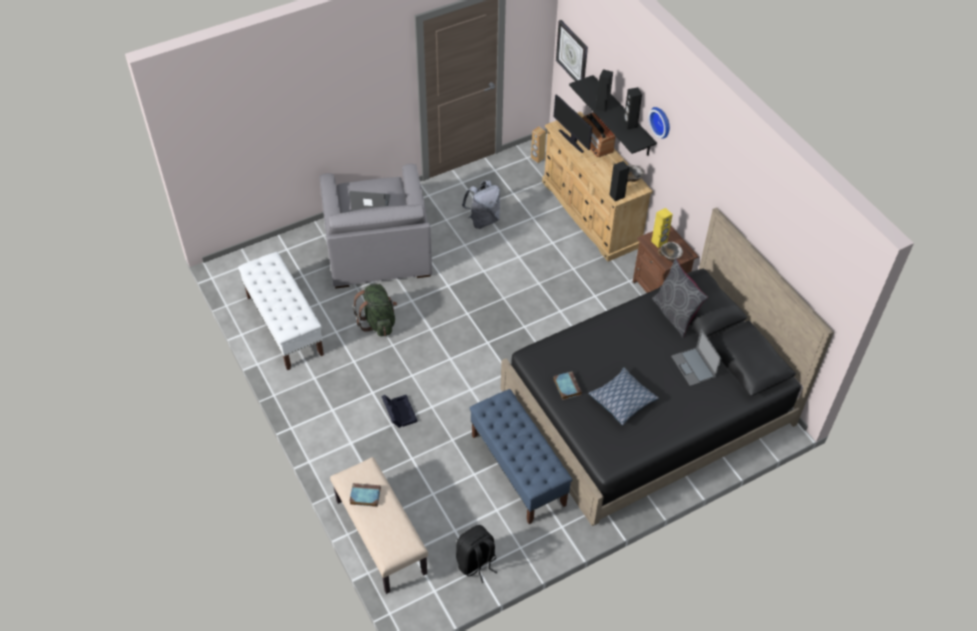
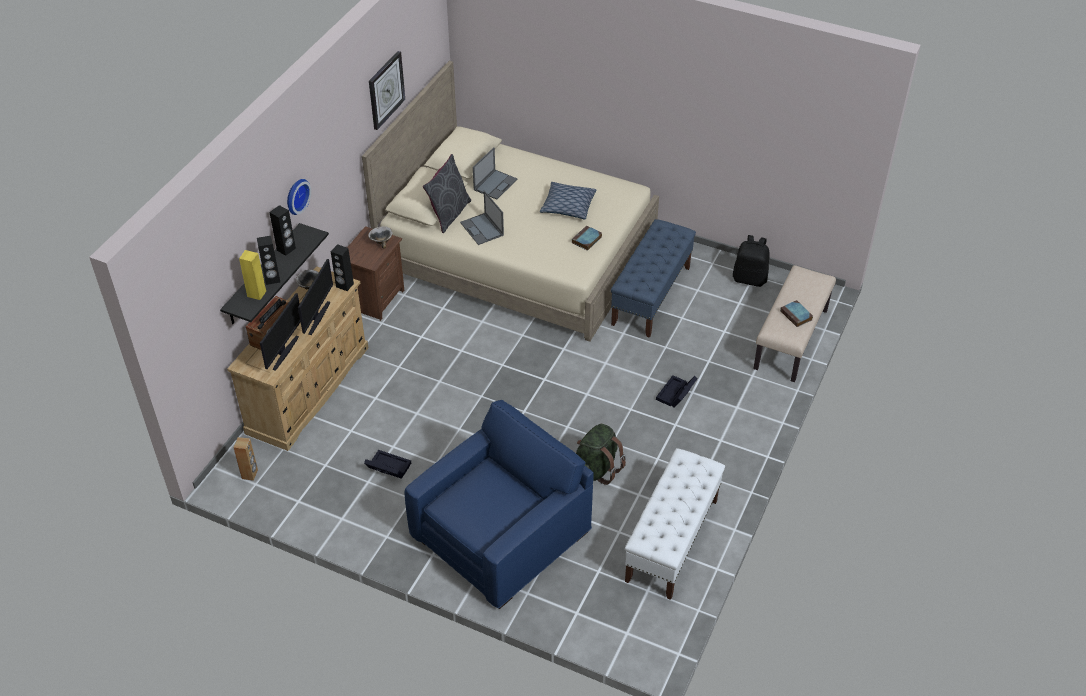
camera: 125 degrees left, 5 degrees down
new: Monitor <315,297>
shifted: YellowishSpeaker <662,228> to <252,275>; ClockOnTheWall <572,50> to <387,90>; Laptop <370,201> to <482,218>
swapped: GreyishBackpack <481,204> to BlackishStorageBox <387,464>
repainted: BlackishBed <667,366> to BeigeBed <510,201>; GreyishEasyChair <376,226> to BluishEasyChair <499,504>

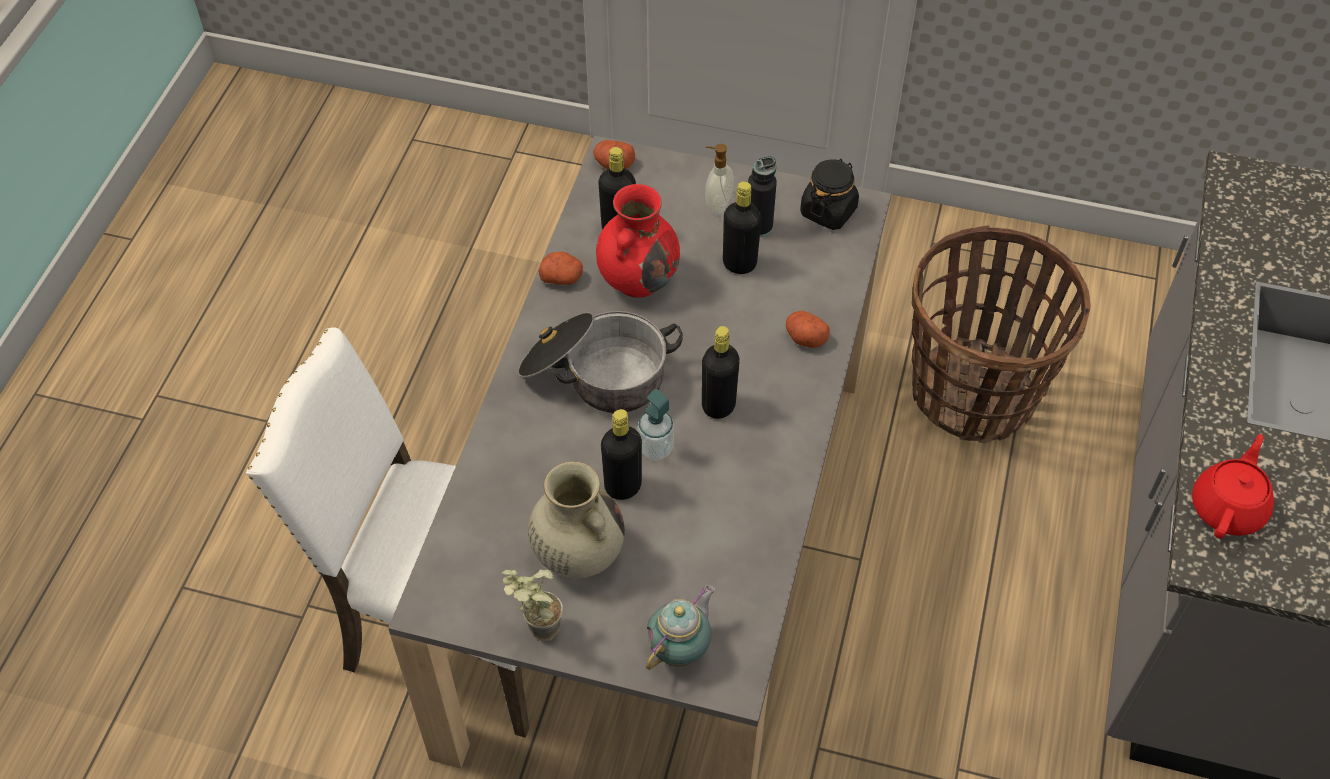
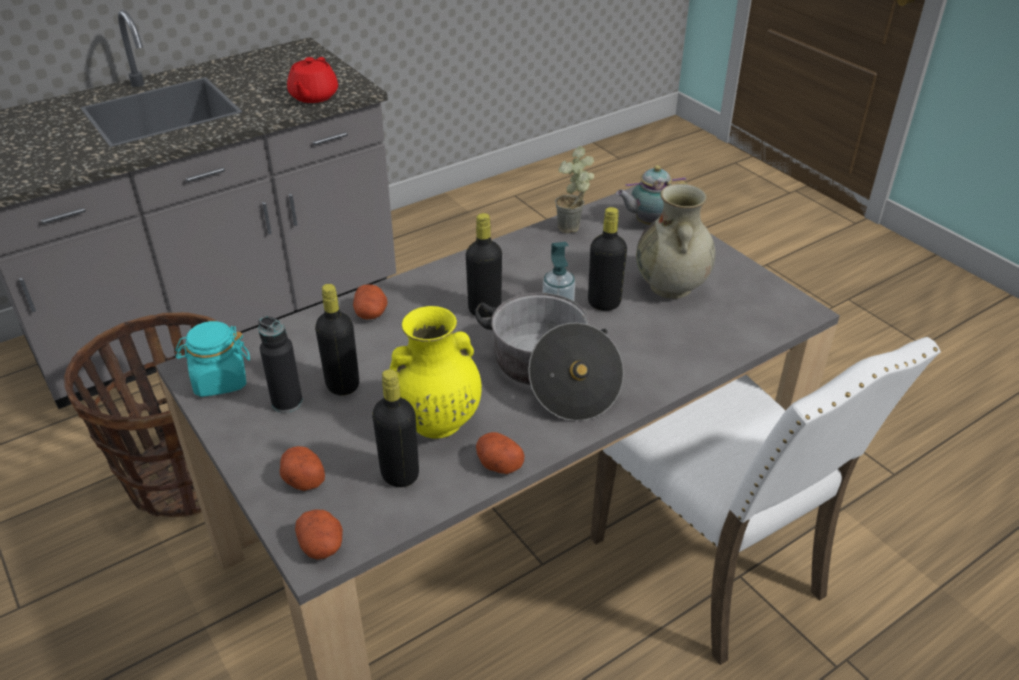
camera: 140 degrees left, 15 degrees down
gone: SoapBottle <719,179>
new: Potato <302,468>
shifted: PlantInAPot <532,605> to <574,189>
repainted: BlackishPreserveJar <829,194> to BlueGreenPreserveJar <213,359>; RedColouredFlowerVase <638,241> to YellowishFlowerVase <436,372>
rotated: RedColouredTeapot <1233,486> = <312,80> 60 degrees counterclockwise

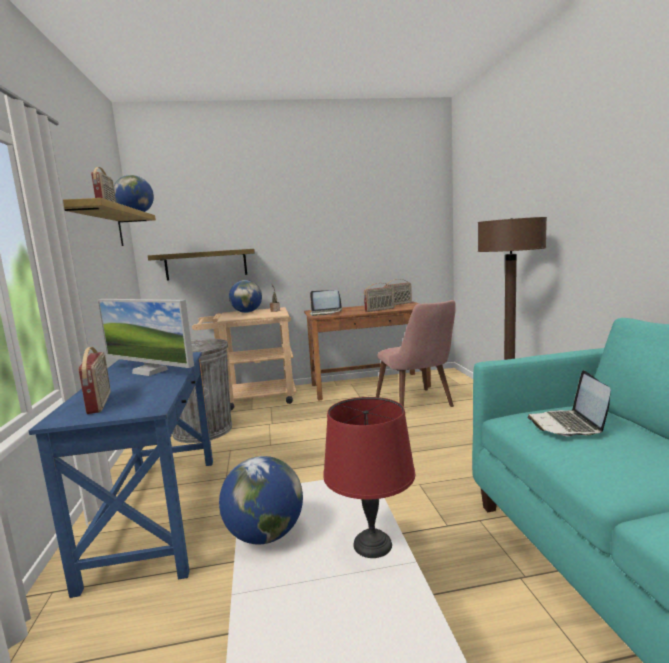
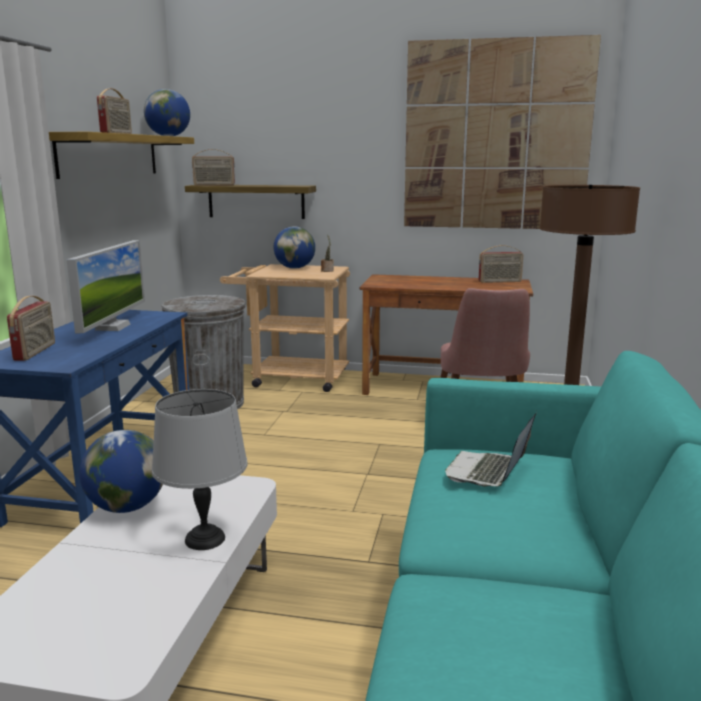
camera: 20 degrees right, 5 degrees up
gone: Laptop <326,303>
new: WallArt <502,132>
shifted: RadioSet <379,297> to <213,167>
repainted: RedColouredTabletopLamp <369,477> to GreyishTabletopLamp <200,469>
rotated: Monitor <145,337> = <105,286> 135 degrees counterclockwise

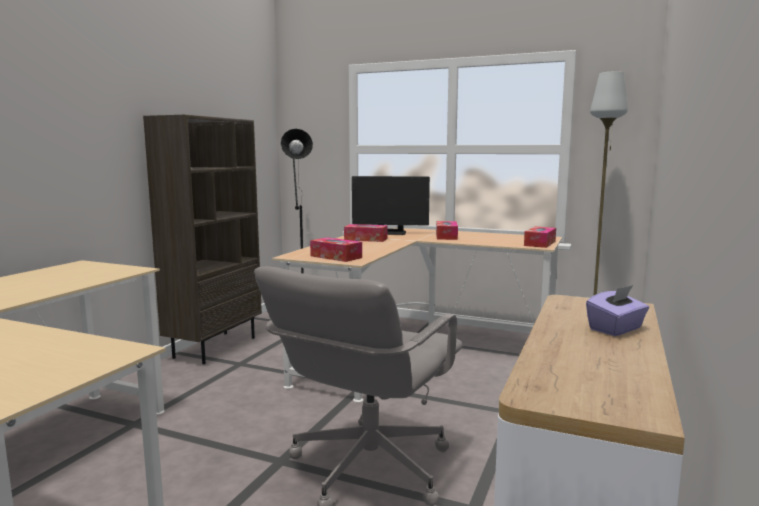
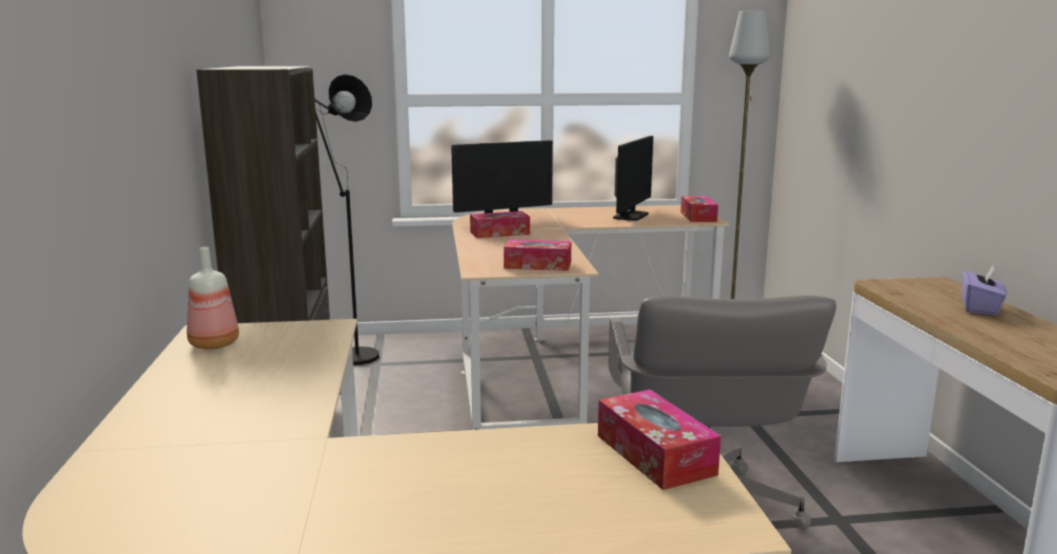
camera: 30 degrees left, 5 degrees up
new: Bottle <213,298>; Monitor <633,178>
shifted: TissueBox <447,230> to <659,440>

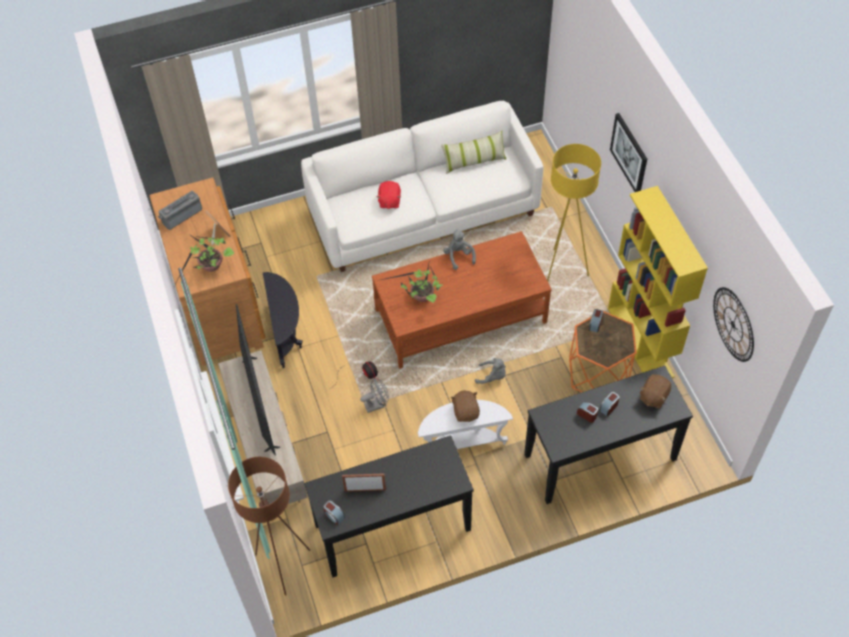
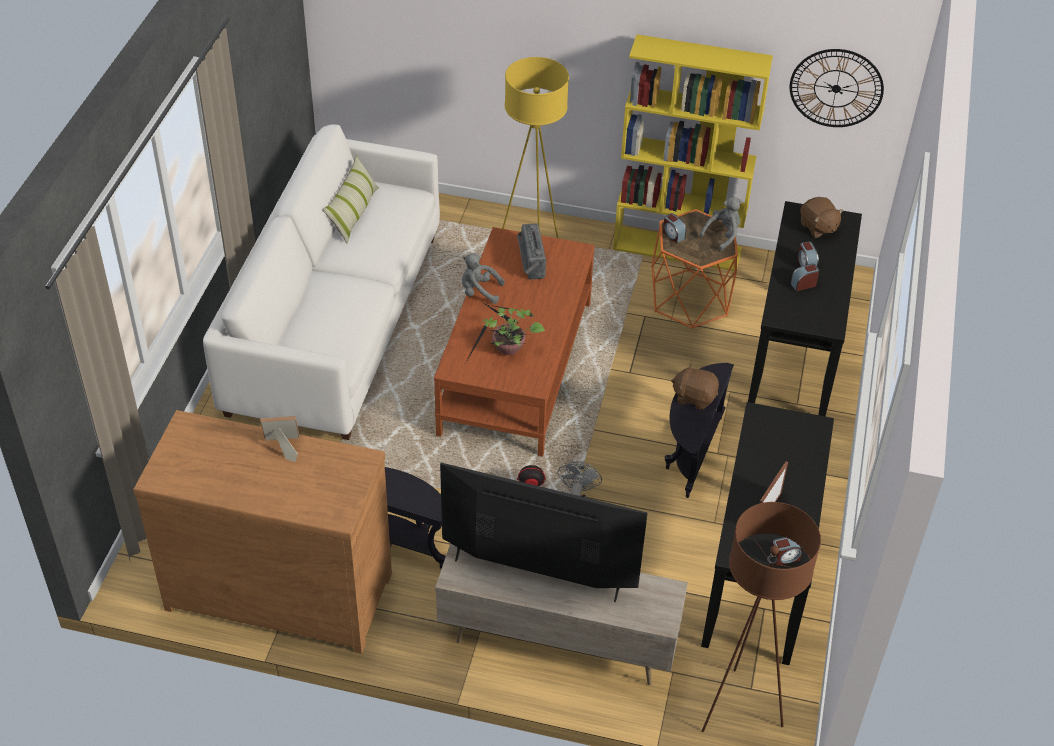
camera: 60 degrees left, 10 degrees down
gone: PlantInAPot <206,258>; RedColouredPlushToy <389,195>; WallArt <628,152>
shifted: RadioSet <180,210> to <531,251>; GreyishPlushToy <490,371> to <721,223>
repainted: WhiteColouredEndTable <465,424> to BlackishEndTable <699,430>

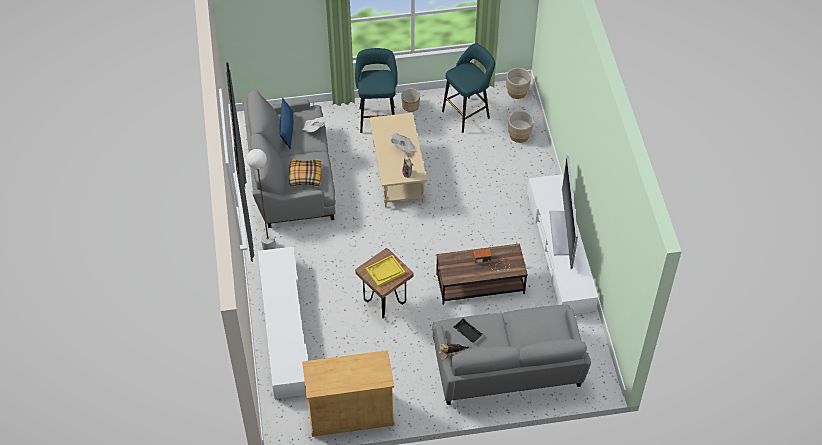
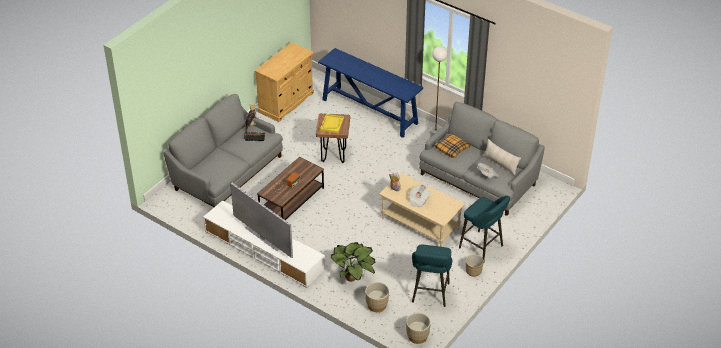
camera: 135 degrees right, 10 degrees down
new: PlantInAPot <353,262>
swapped: WhiteColouredMediaConsole <283,323> to BluishHallTable <370,93>
repainted: BluishThrowPillow <286,123> to BeigeThrowPillow <502,157>

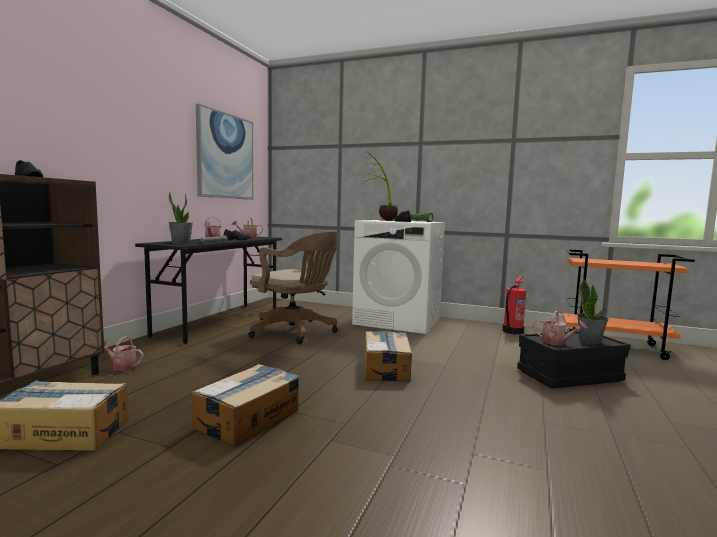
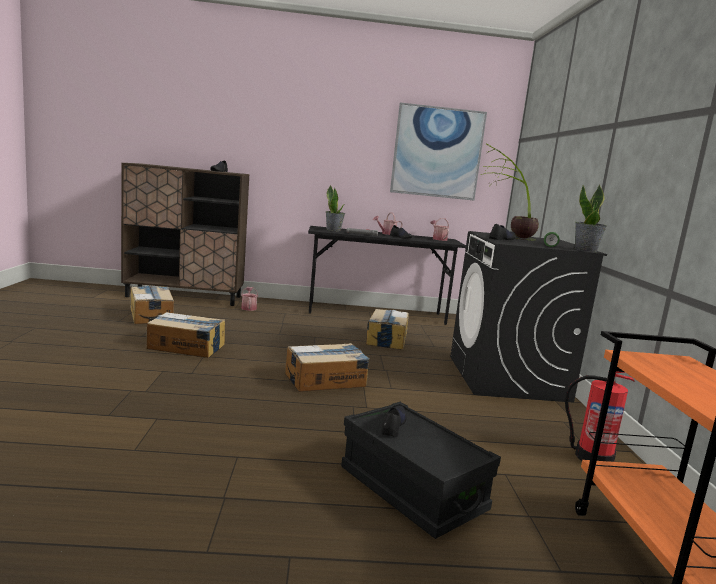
camera: 65 degrees right, 5 degrees up
shifted: PlantInAPot <593,312> to <590,218>
swapped: BrownishDeskChair <293,287> to Carton <387,329>; WateringCan <560,328> to BlackishItemOfFootwear <394,421>
repainted: WhiteColouredLaundryAppliance <398,277> to BlackishLaundryAppliance <528,317>

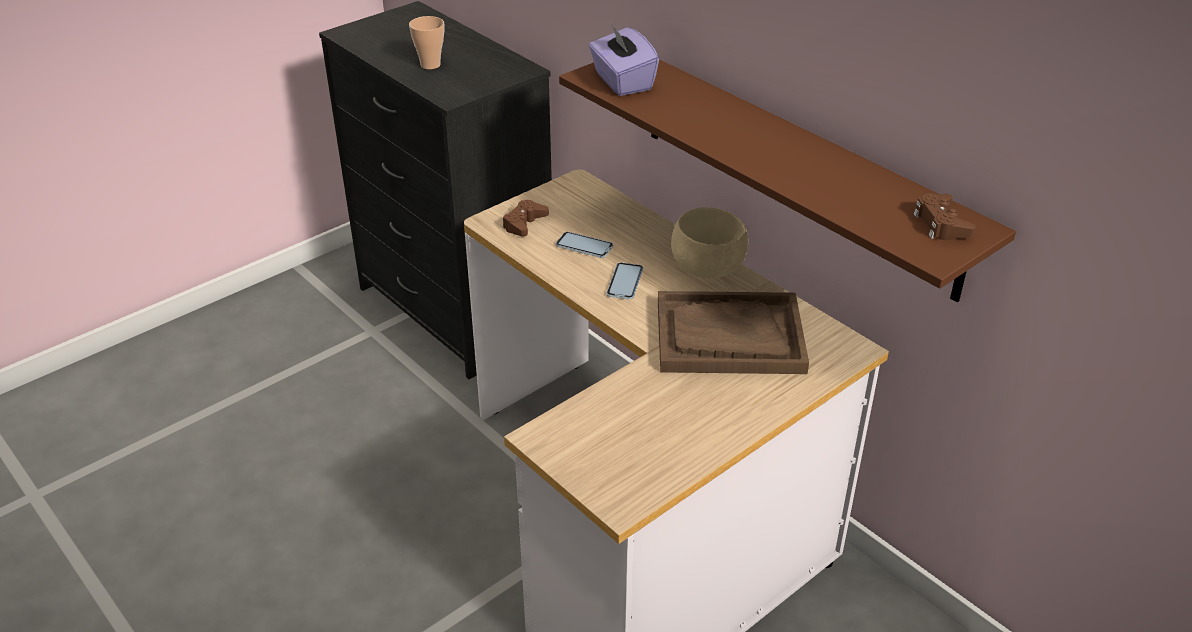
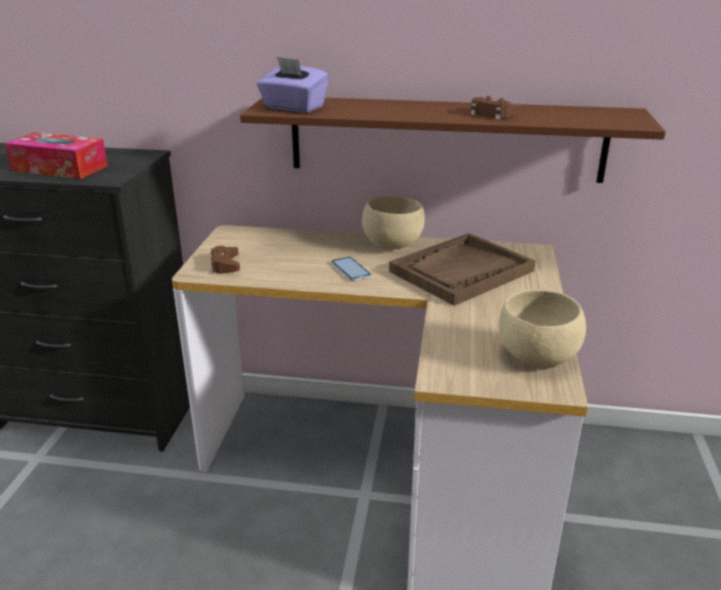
camera: 40 degrees left, 10 degrees down
gone: Handset <584,245>
new: BeigeBowl <542,328>
shifted: BrownishGamepad <945,216> to <496,108>
swapped: DrinkingCup <426,42> to TissueBox <56,155>

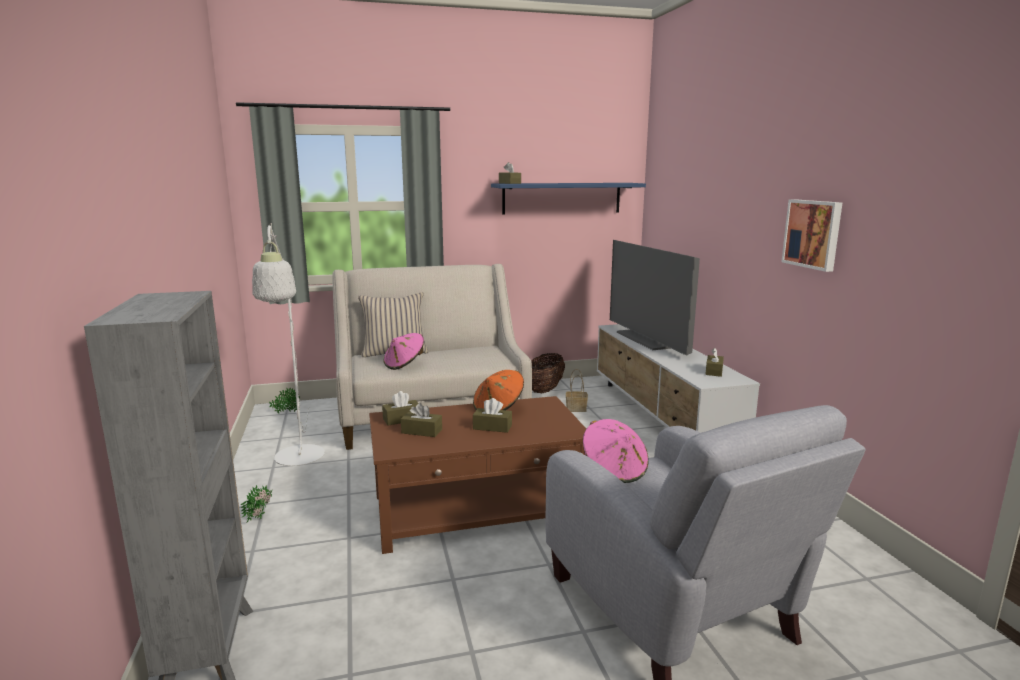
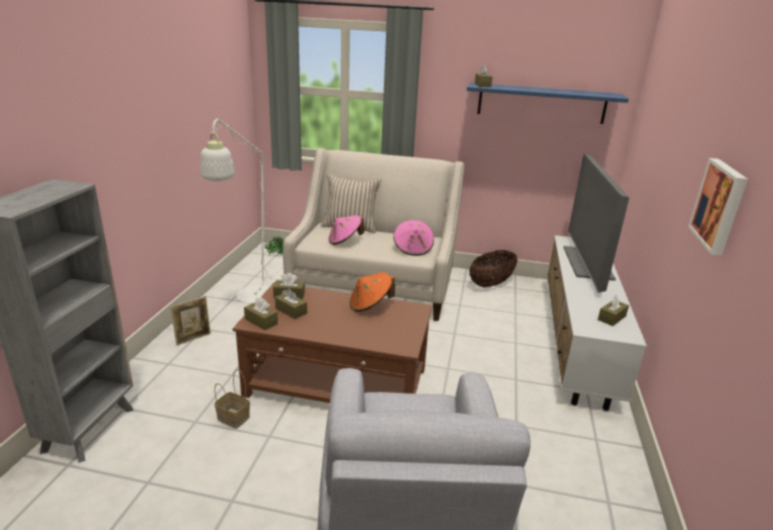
camera: 25 degrees right, 10 degrees up
shifted: HouseholdBasket <577,390> to <232,399>; BrownishTissueBox <492,415> to <261,313>; PinkWearableHat <615,451> to <413,238>
swapped: PlantInAPot <256,504> to StandingFrame <190,320>

